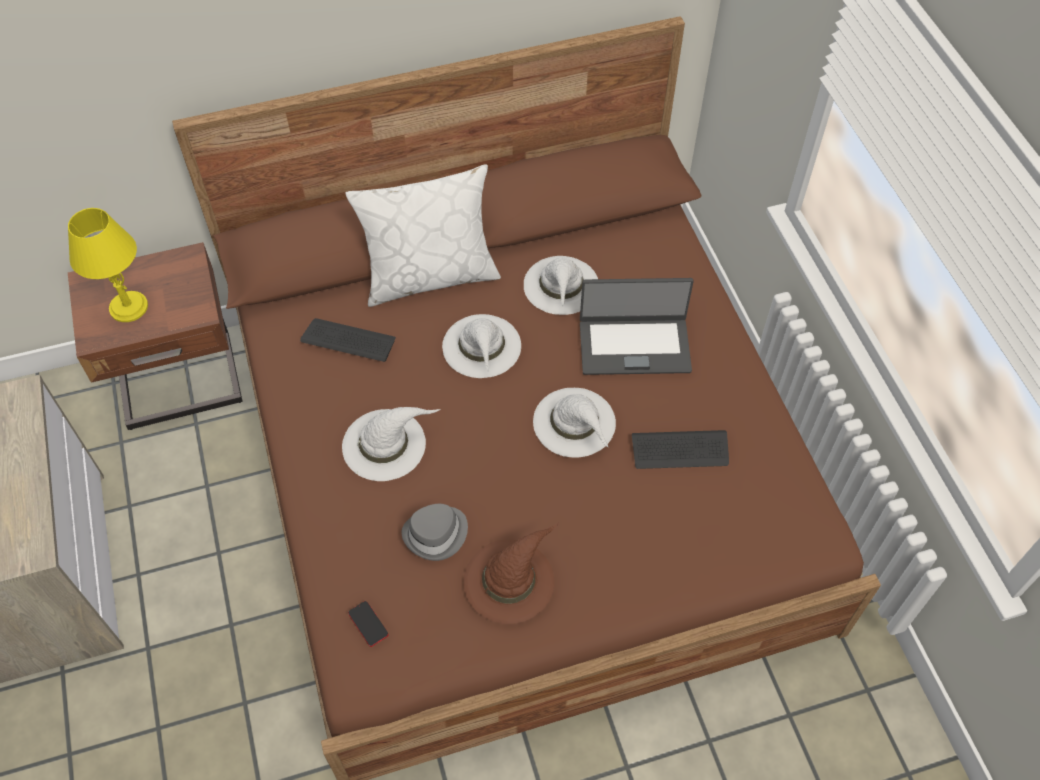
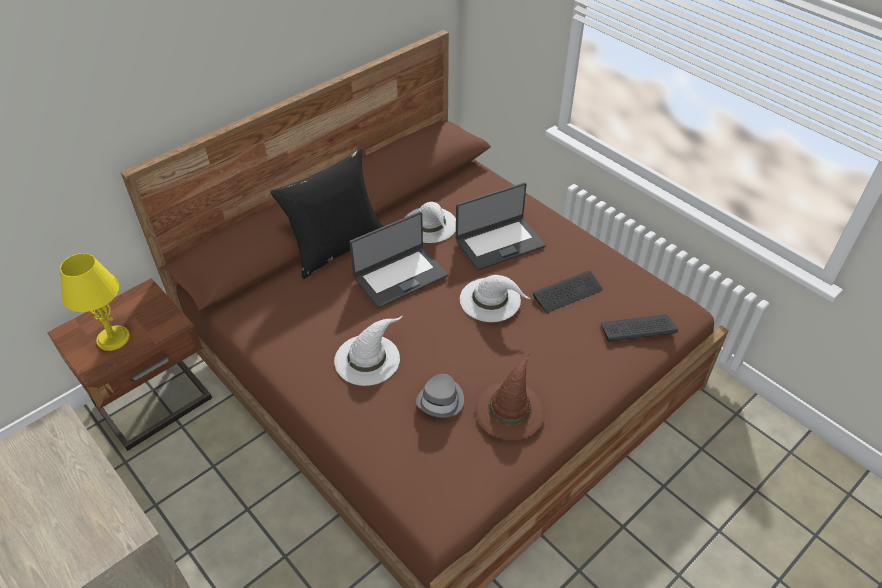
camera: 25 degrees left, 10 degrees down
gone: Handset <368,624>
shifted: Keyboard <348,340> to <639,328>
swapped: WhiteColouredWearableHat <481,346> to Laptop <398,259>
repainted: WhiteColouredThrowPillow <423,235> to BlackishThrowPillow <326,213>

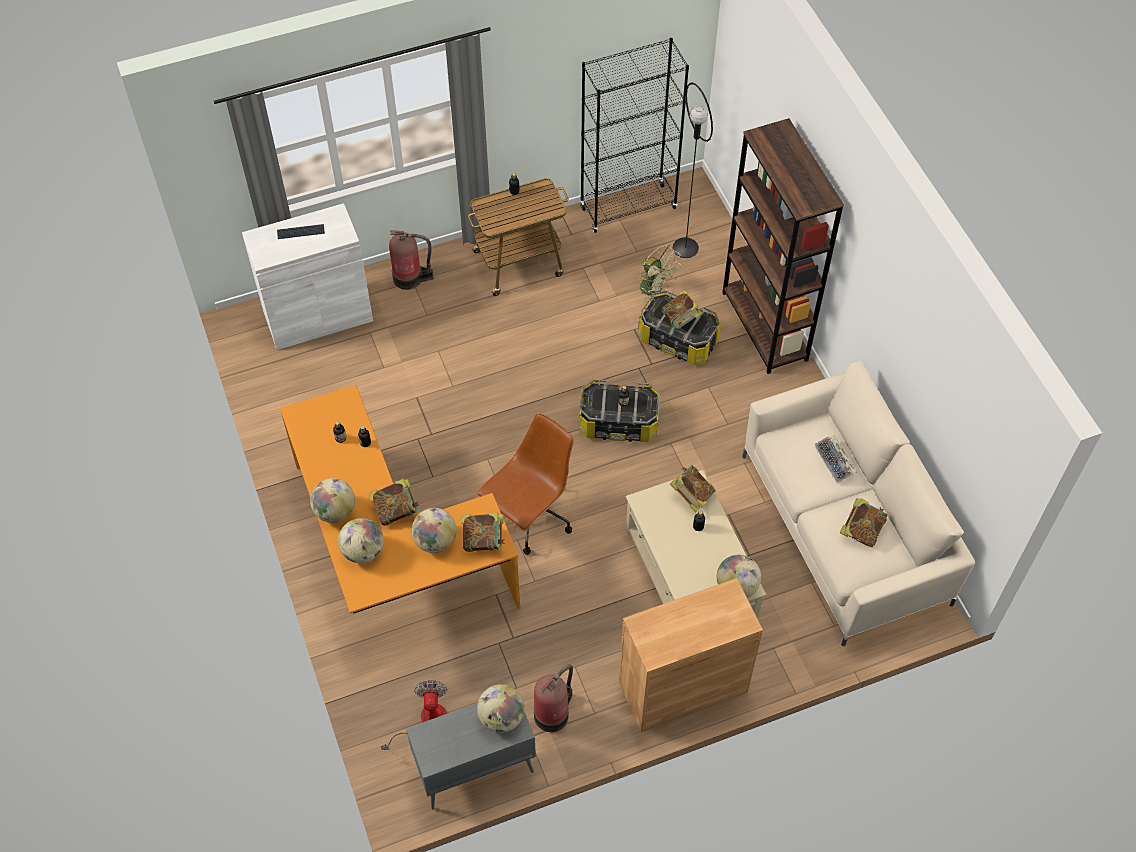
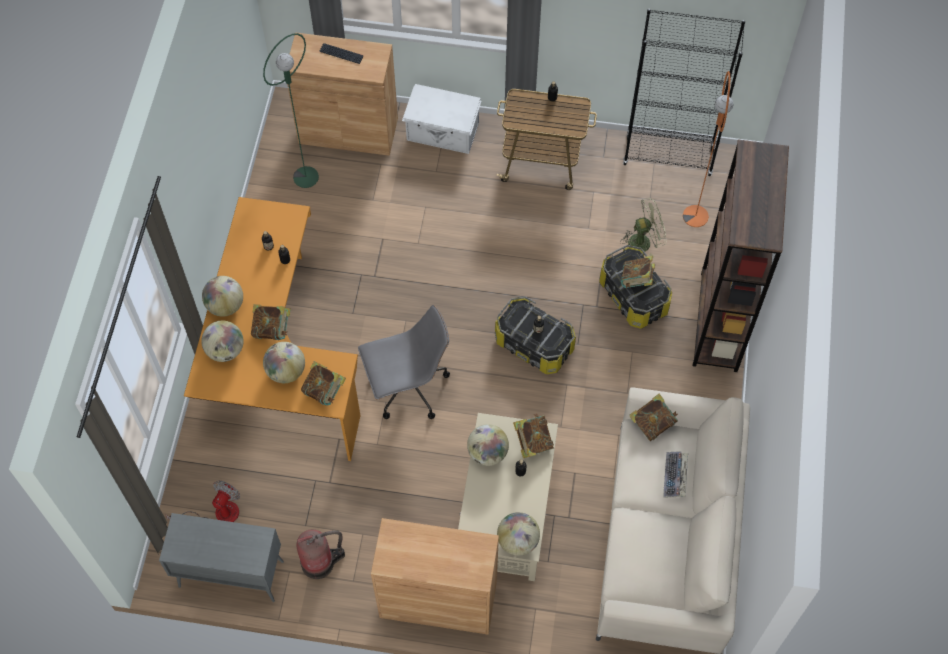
camera: 30 degrees right, 5 degrees up
new: GreenColouredStandingLamp <291,110>
shifted: Globe <500,708> to <488,445>; BoundBook <864,522> to <653,417>
swapped: FireFightingCylinder <411,260> to WhiteColouredStorageBox <441,119>
repainted: WhiteColouredCupboard <307,276> to BrownishCupboard <342,94>; BrownishDeskChair <524,484> to GreyishDeskChair <404,362>; BlackishStandingLamp <693,170> to OrangeyStandingLamp <708,149>
rotated: GreenColouredCoolingFan <660,274> = <643,228> 90 degrees counterclockwise

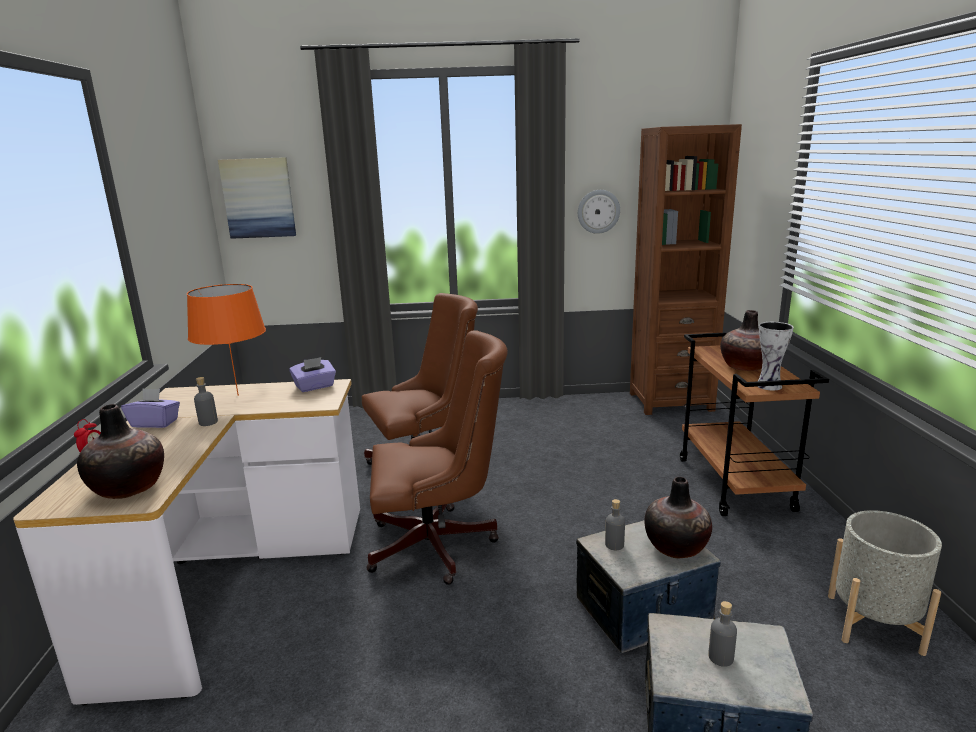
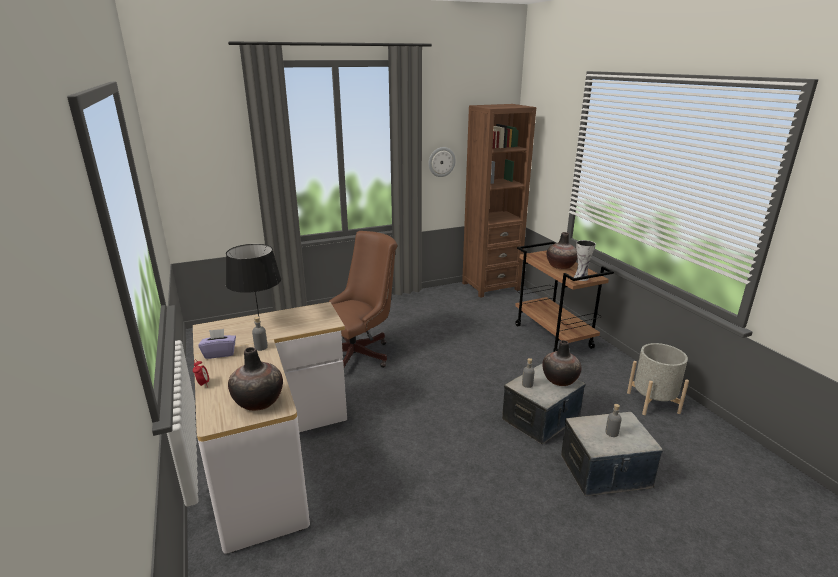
camera: 20 degrees left, 5 degrees up
gone: WallArt <257,198>; PurplishTissueBox <312,374>; BrownishDeskChair <437,457>
repainted: OrangeyTabletopLamp <226,340> to BlackishTabletopLamp <253,280>

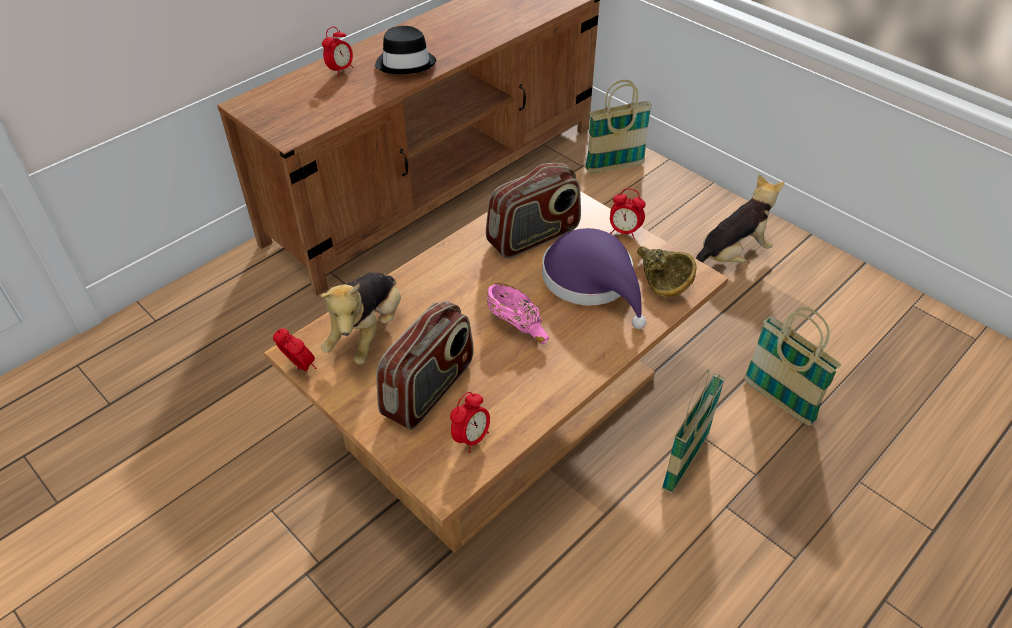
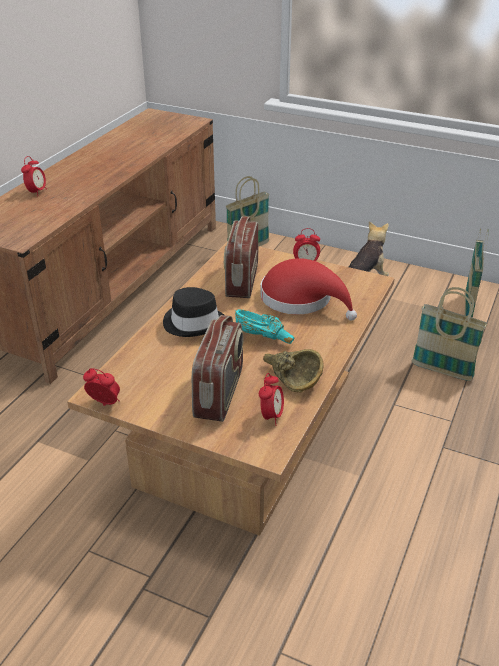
camera: 20 degrees left, 10 degrees down
gone: PlushToy <360,318>
shifted: BlackishWearableHat <406,50> to <193,312>; BrownishBowl <667,271> to <293,371>; HouseholdBasket <693,431> to <477,273>
repainted: PinkBowl <518,313> to BlueGreenBowl <264,326>; PurplishWearableHat <594,278> to RedColouredWearableHat <308,289>
rotated: RadioSet <533,210> = <241,257> 150 degrees clockwise

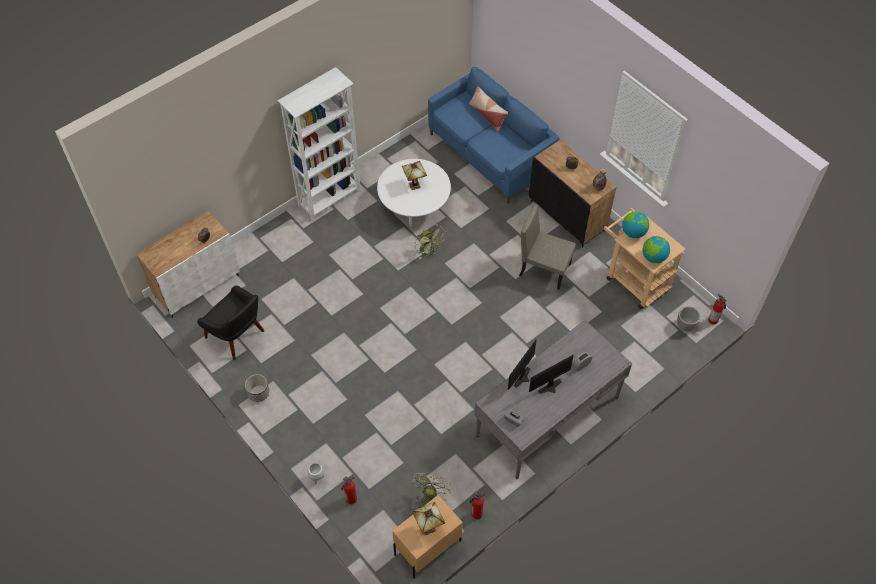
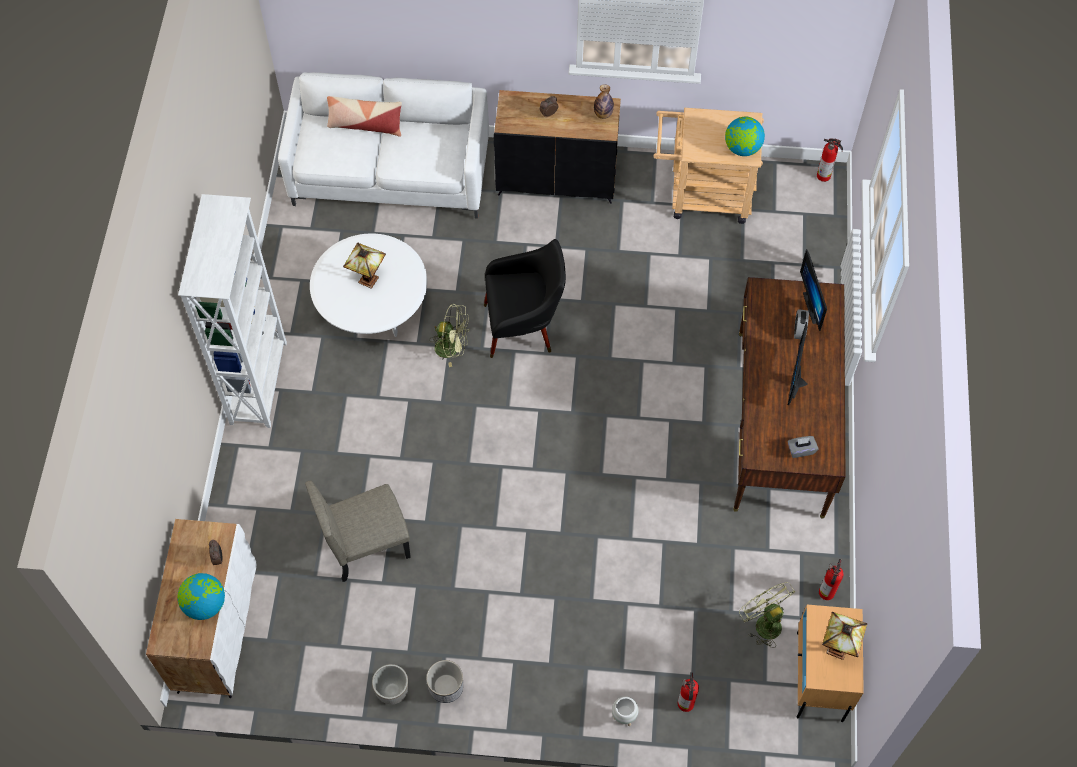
camera: 45 degrees left, 5 degrees up
shifted: Globe <635,225> to <201,596>; BeigeChair <547,247> to <358,531>; Planter <688,318> to <390,684>; BlackishEasyChair <230,322> to <525,298>; Monitor <522,364> to <813,290>
repainted: BluishSettee <493,135> to WhiteColouredSettee <383,145>; GreyishDeskUnit <553,399> to BrownishDeskUnit <789,398>

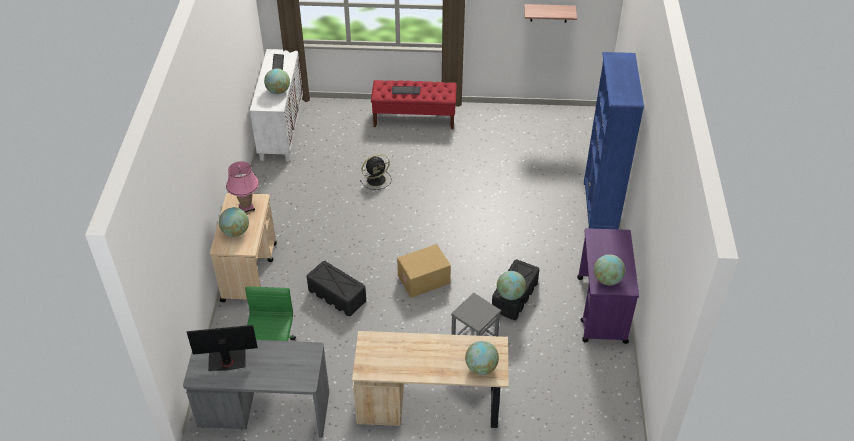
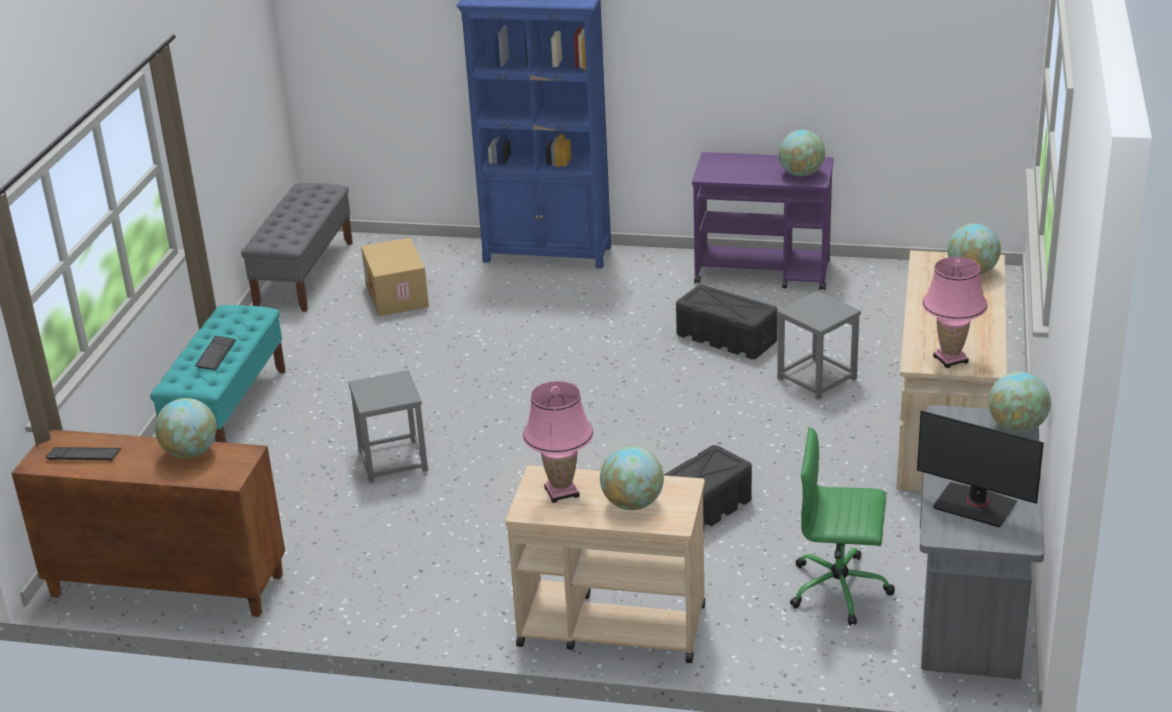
camera: 80 degrees left, 15 degrees down
gone: WallShelf <550,13>
new: GreyishBench <297,247>; PinkTabletopLamp <955,312>
shifted: Carton <424,271> to <395,277>; Globe <511,285> to <1019,402>
swapped: BlackishCoolingFan <375,172> to GreyishStool <388,426>
repainted: WhiteColouredCupboard <276,105> to BrownishCupboard <148,523>; RedColouredBench <414,105> to BlueGreenBench <218,374>
rotated: Monitor <222,348> = <980,468> 60 degrees counterclockwise

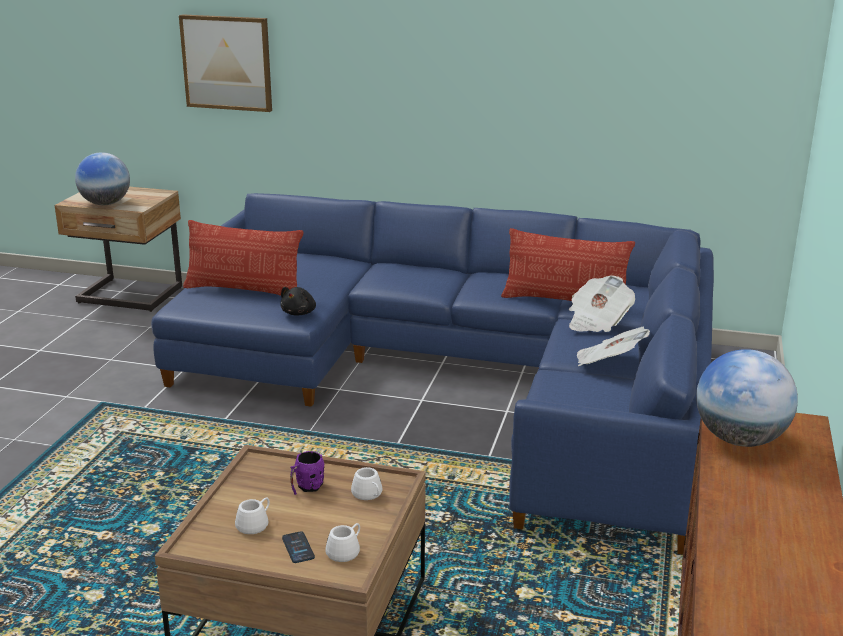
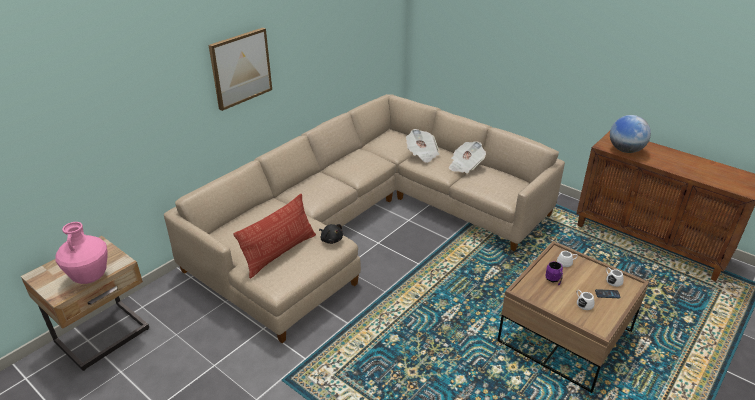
camera: 65 degrees left, 10 degrees up
gone: ThrowPillow <568,270>
shifted: WallArt <225,63> to <240,69>
swapped: Globe <102,178> to PinkFlowerVase <81,253>
repainted: BluishSettee <432,374> to BeigeSettee <364,218>

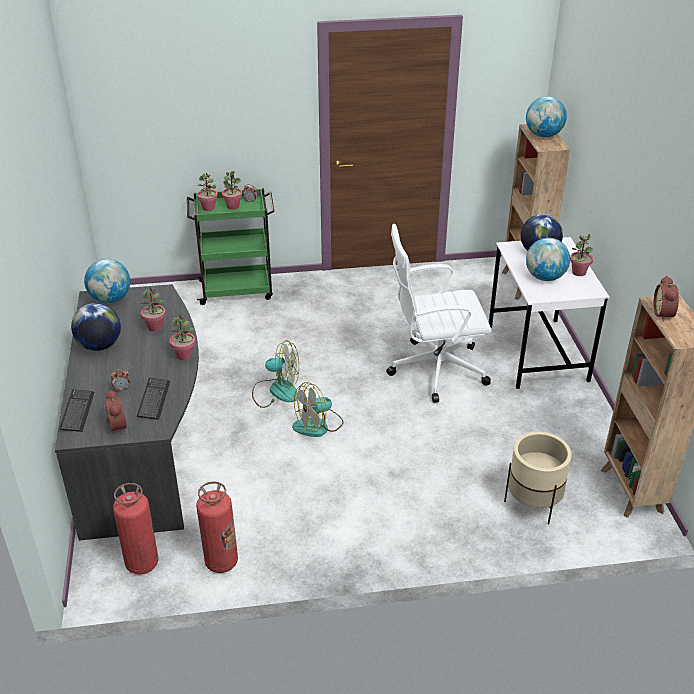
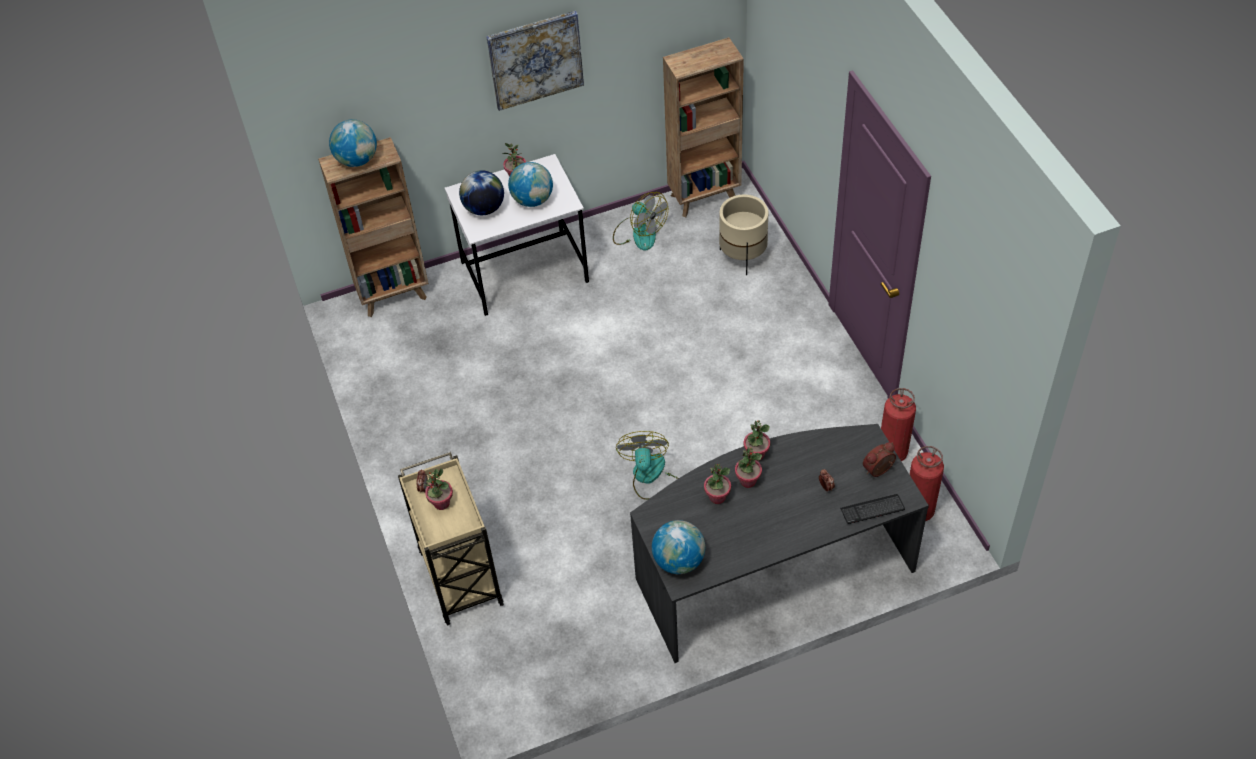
camera: 100 degrees left, 15 degrees up
gone: Globe <96,327>; Keyboard <153,399>; WhiteColouredDeskChair <439,313>; AlarmClock <666,299>
new: WallArt <535,61>
shifted: CoolingFan <318,409> to <640,221>; PlantInAPot <207,192> to <748,467>
repainted: GreenColouredWheeledCart <231,246> to BeigeWheeledCart <451,538>

